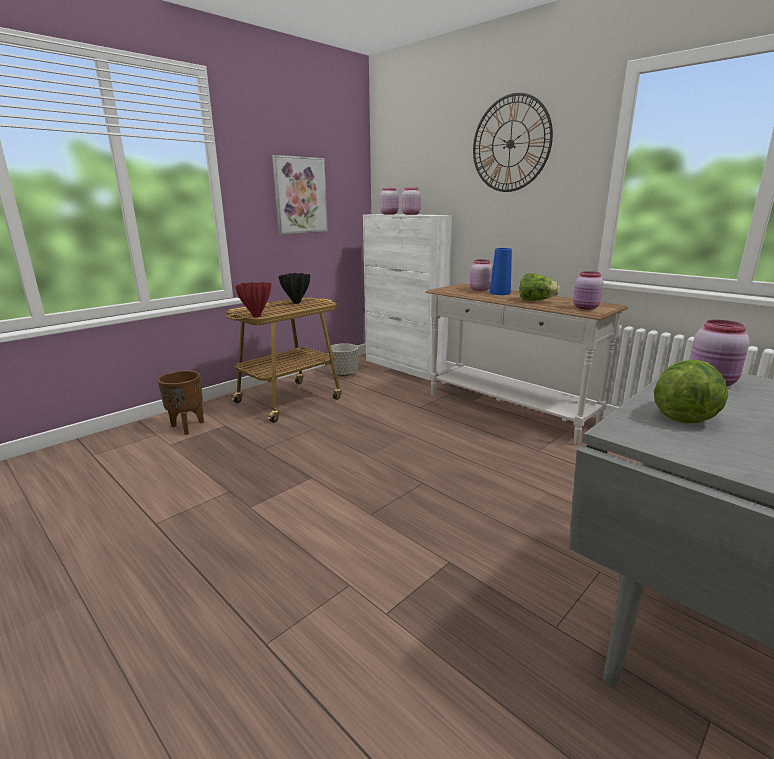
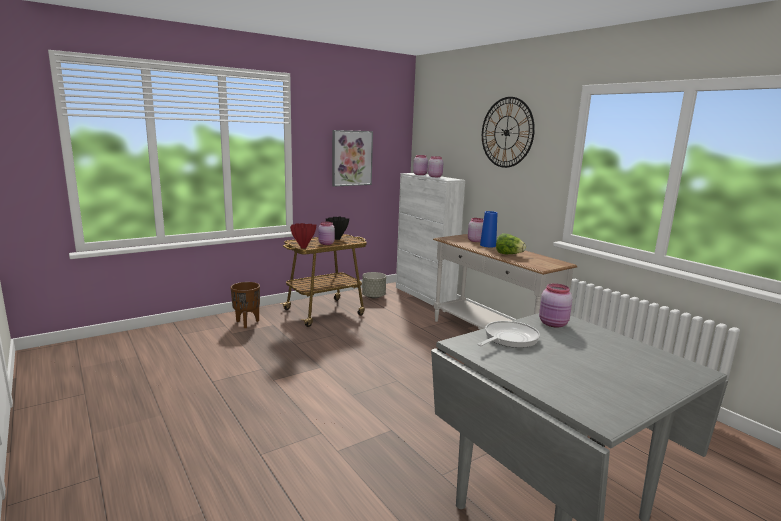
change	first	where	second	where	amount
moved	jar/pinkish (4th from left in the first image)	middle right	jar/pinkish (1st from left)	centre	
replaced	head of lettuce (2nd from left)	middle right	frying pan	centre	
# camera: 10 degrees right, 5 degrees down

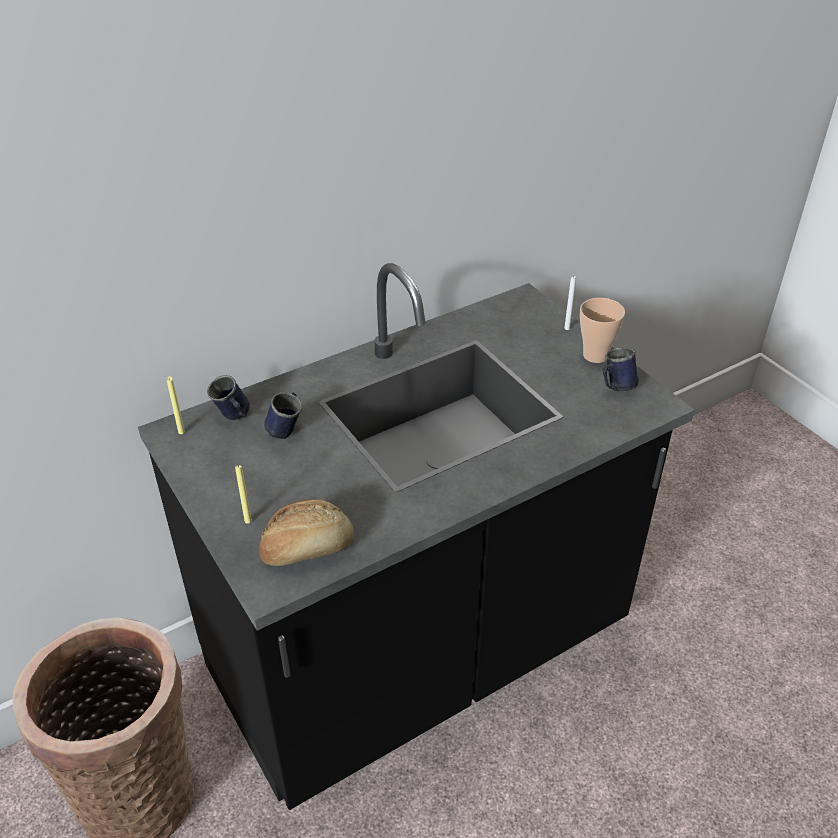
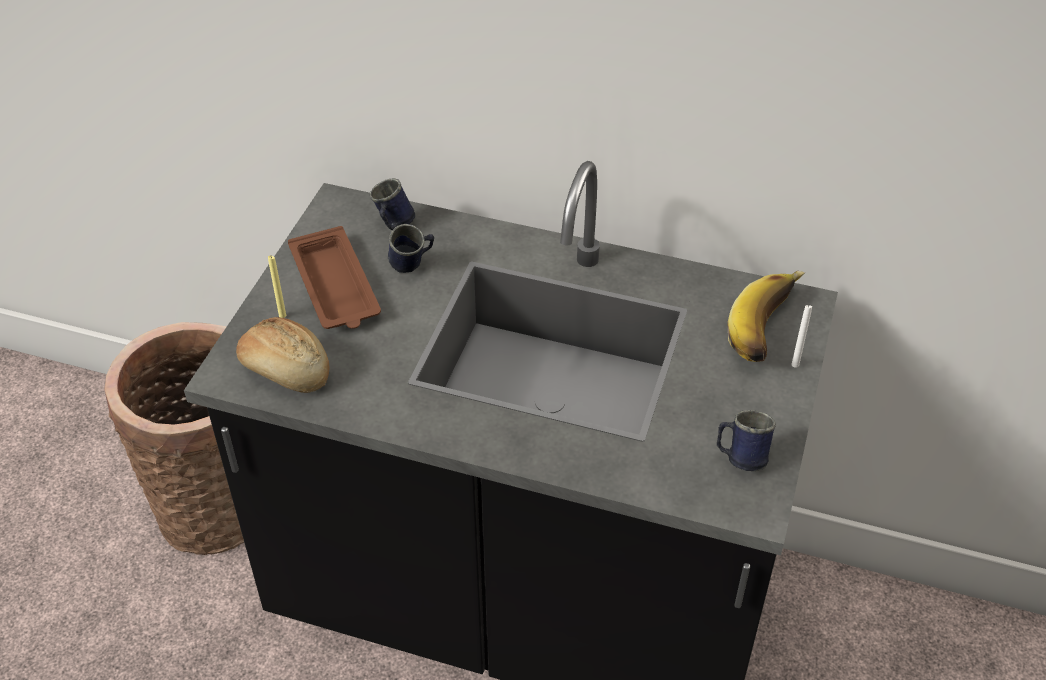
change	first	where	second	where	amount
removed	wax light/yellow-coloured (1st from left)	middle left			
removed	drinking cup	middle right			
added			serving tray/brown	middle left	
added			banana	middle right	
# camera: 50 degrees right, 5 degrees up

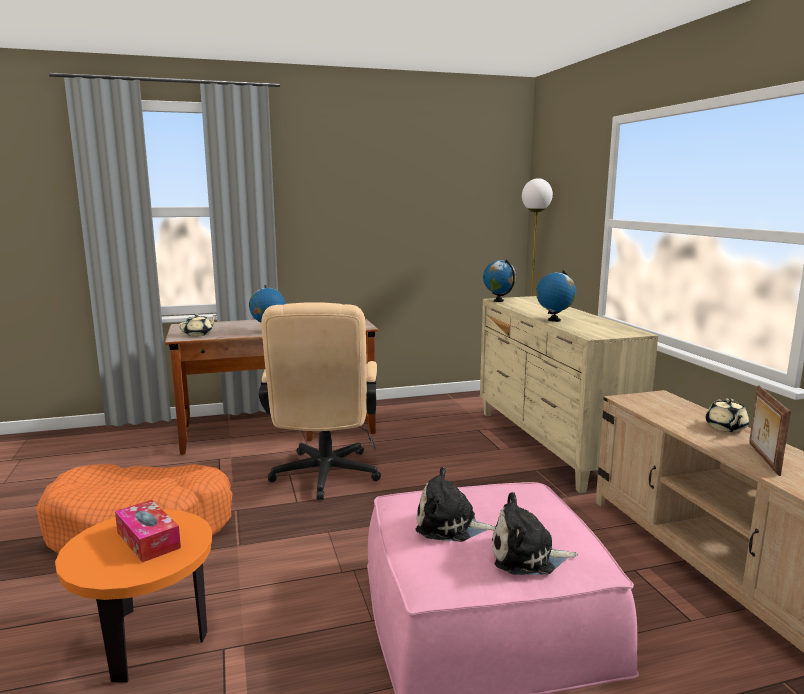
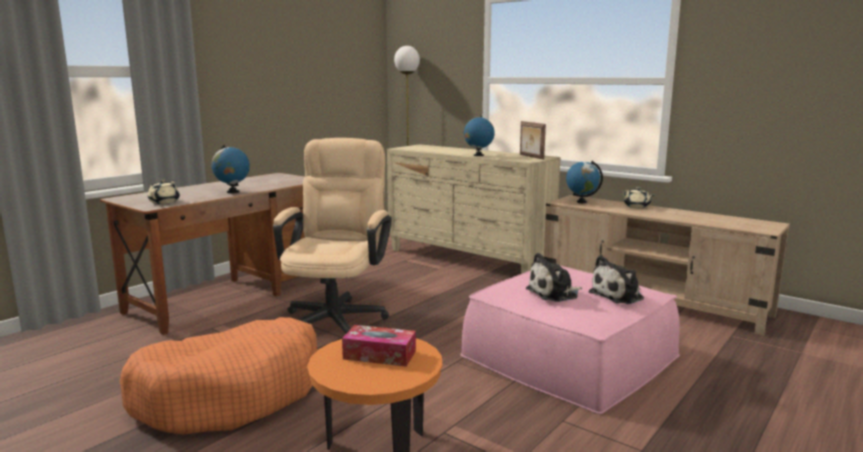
change	first	where	second	where	amount
moved	desk globe (2nd from left in the first image)	centre	desk globe (3rd from left)	middle right	
moved	standing frame	middle right		top centre	
turned	desk chair/beige-coloured	centre		centre	135 degrees counterclockwise
# camera: 35 degrees left, 0 degrees up

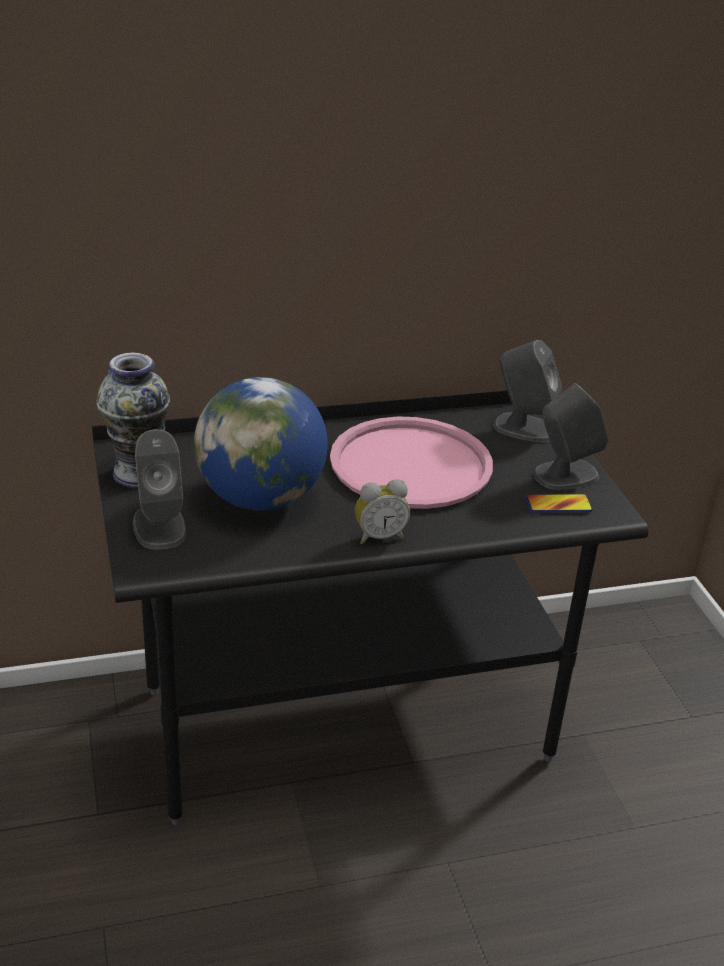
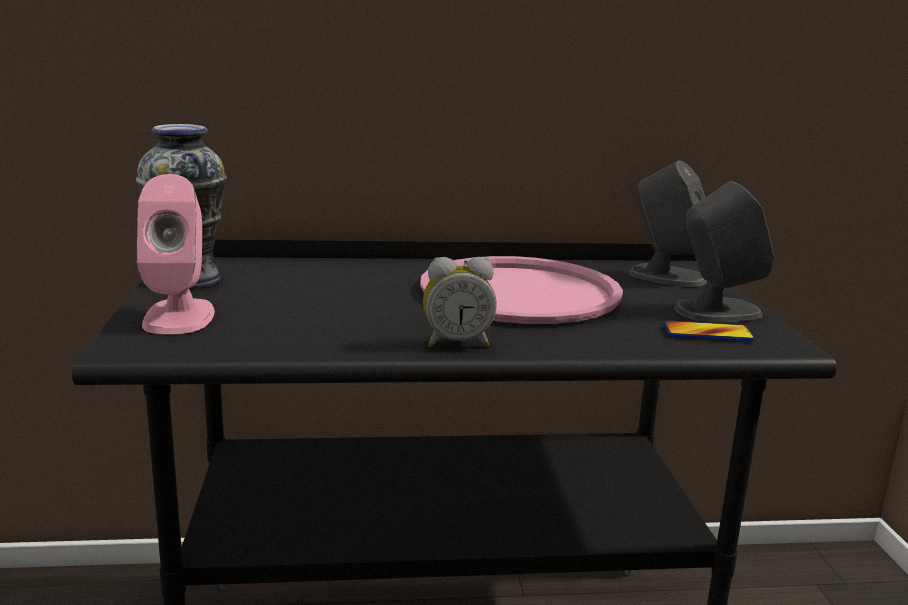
change	first	where	second	where	amount
removed	desk globe	centre			
recoloured	audio speaker/greyish (1st from left)	middle left	audio speaker/pinkish	middle left	
# camera: 10 degrees right, 15 degrees down

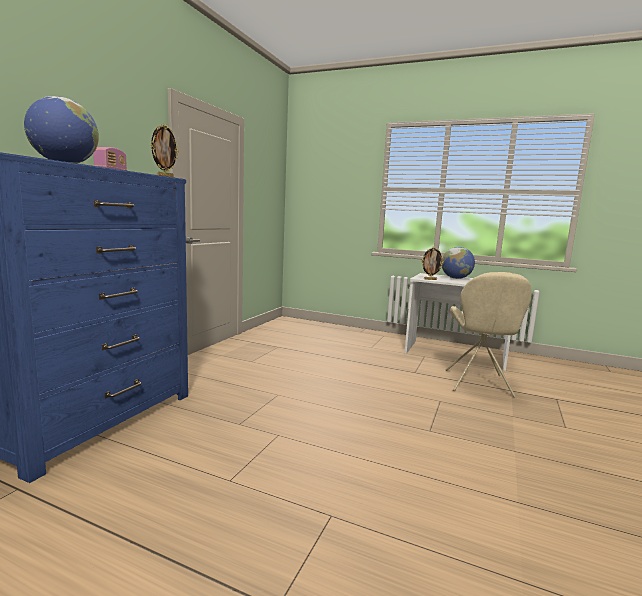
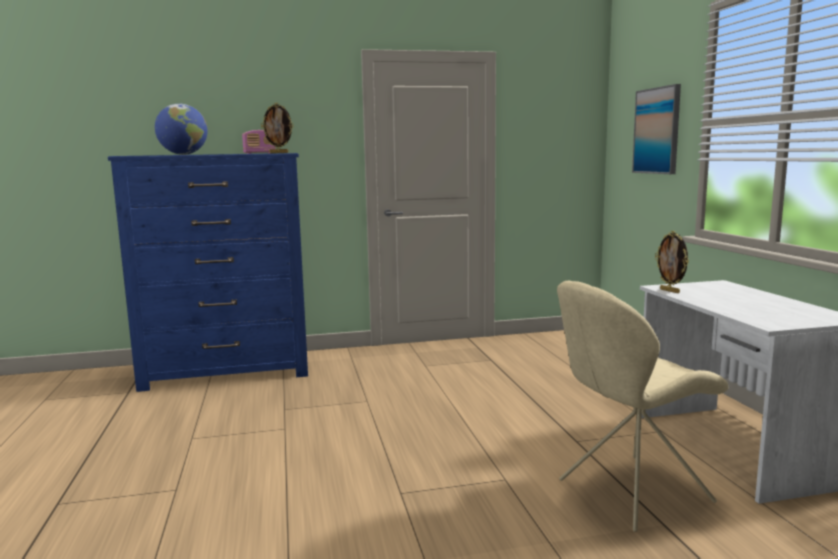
change	first	where	second	where	amount
removed	desk globe (2nd from left)	middle right			
added			wall art	top right	
# camera: 55 degrees right, 0 degrees up

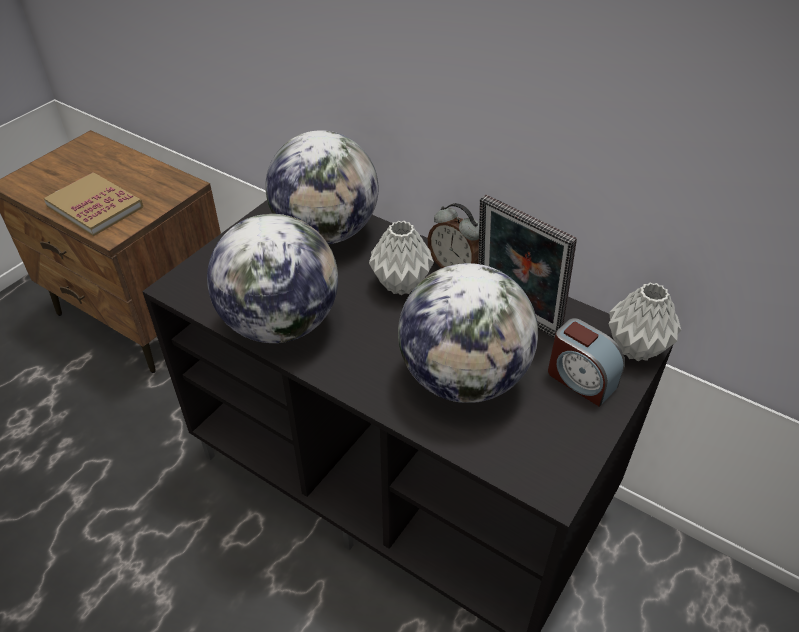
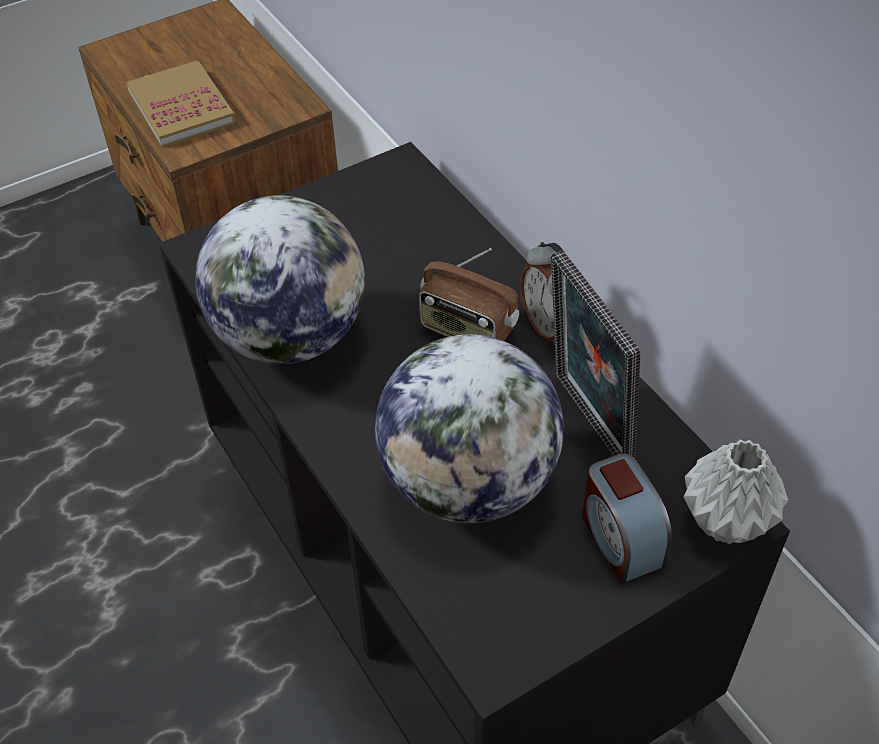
change	first	where	second	where	amount
removed	desk globe (2nd from left)	top centre			
replaced	flower vase/greyish (1st from left)	centre	radio set	centre	
# camera: 25 degrees right, 5 degrees up

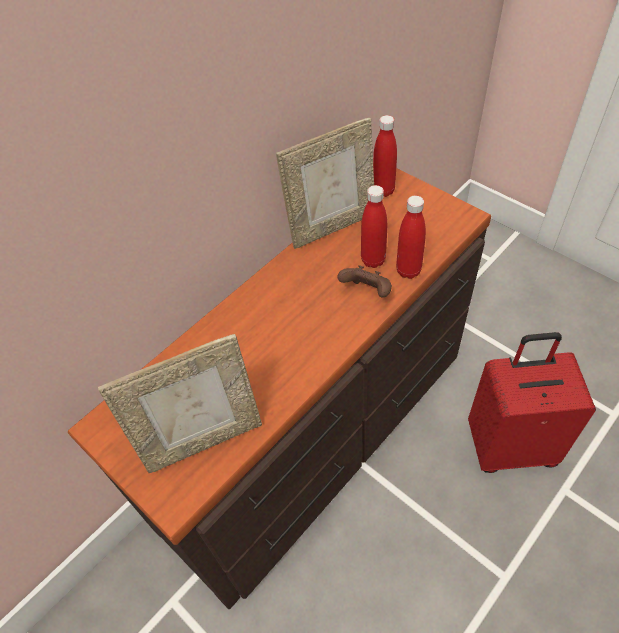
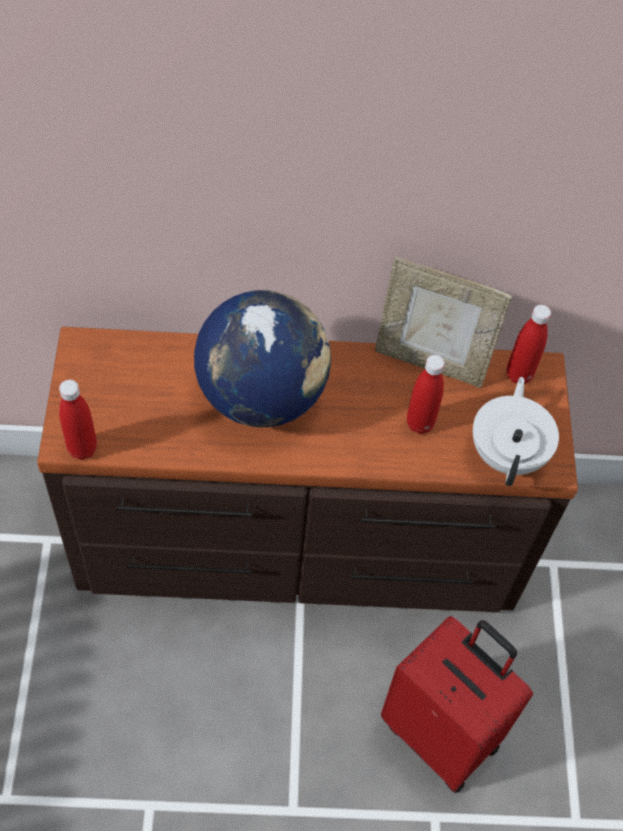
change	first	where	second	where	amount
removed	standing frame (1st from left)	middle left			
removed	game controller/brown	centre			
added			desk globe	centre	
added			tea pot/white-coloured	middle right	
moved	beverage bottle/red (3rd from left in the first image)	centre	beverage bottle/red (1st from left)	middle left	
# camera: 40 degrees right, 5 degrees up

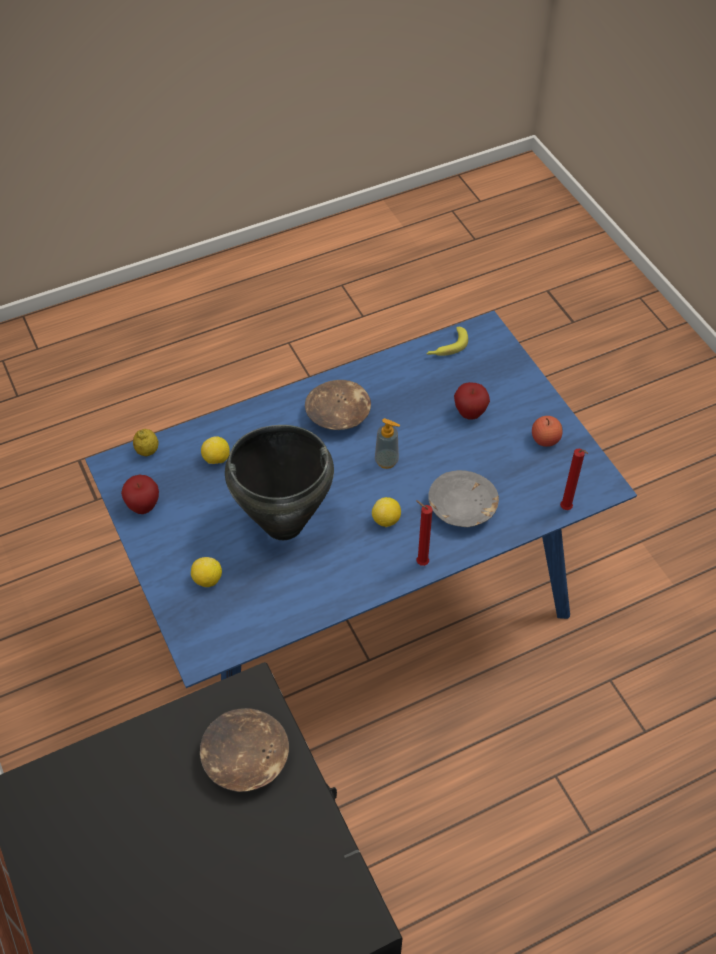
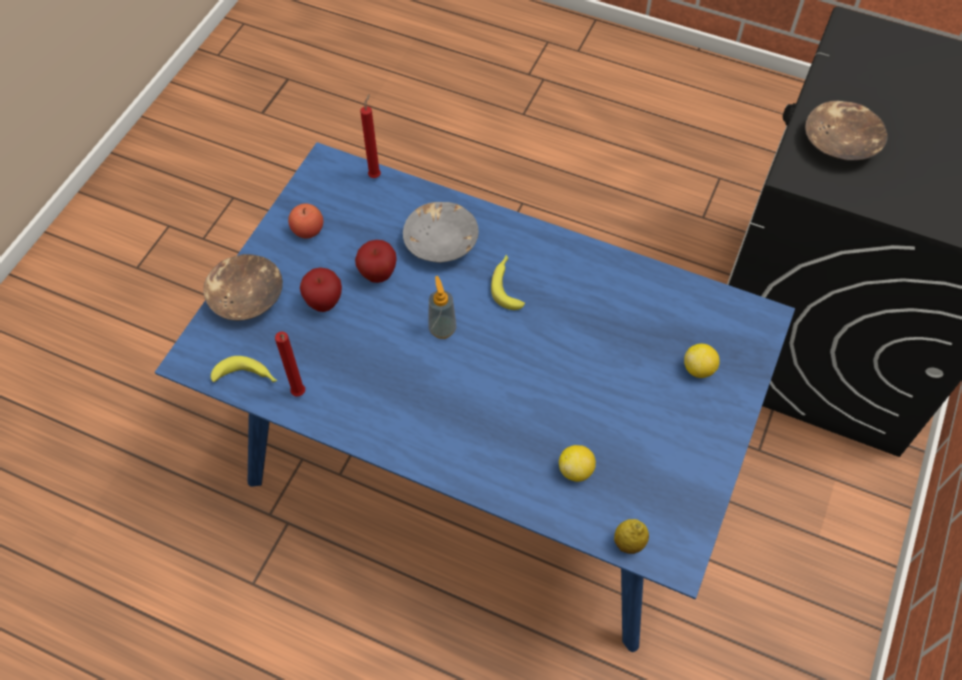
change	first	where	second	where	amount
removed	cooking pot/black	centre			
moved	apple (1st from left in the first image)	middle left	apple (3rd from left)	centre	
moved	deep dish/brown (2nd from left in the first image)	centre	deep dish/brown (1st from left)	middle left	
moved	wax light/red (1st from left)	centre		middle left	
replaced	whole lemon (4th from left)	centre	banana (2nd from left)	centre	
# camera: 130 degrees left, 5 degrees up

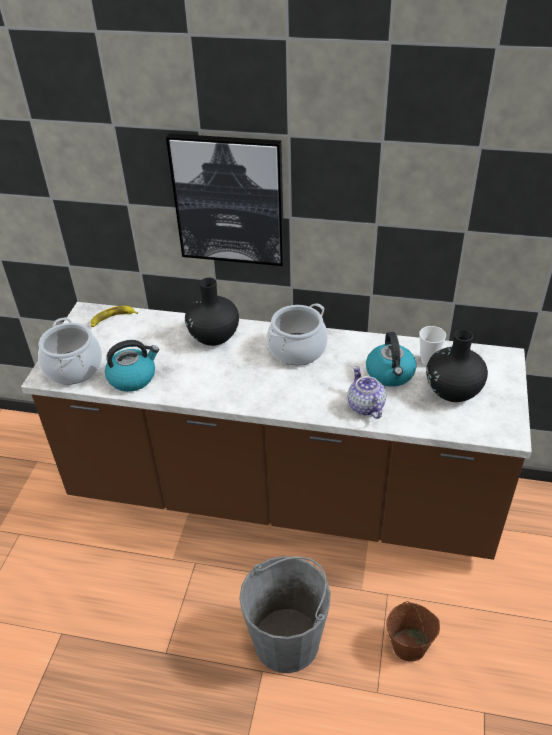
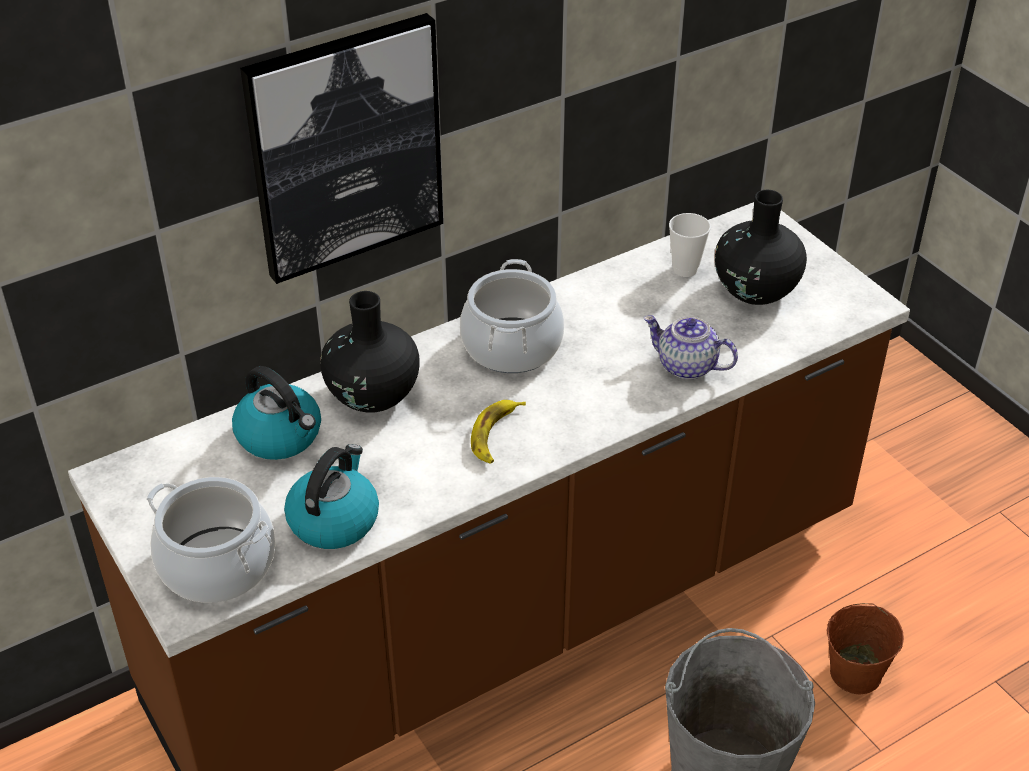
change	first	where	second	where	amount
moved	banana	middle left		centre	
moved	water kettle (2nd from left in the first image)	middle right	water kettle (1st from left)	middle left	
# camera: 45 degrees left, 0 degrees up

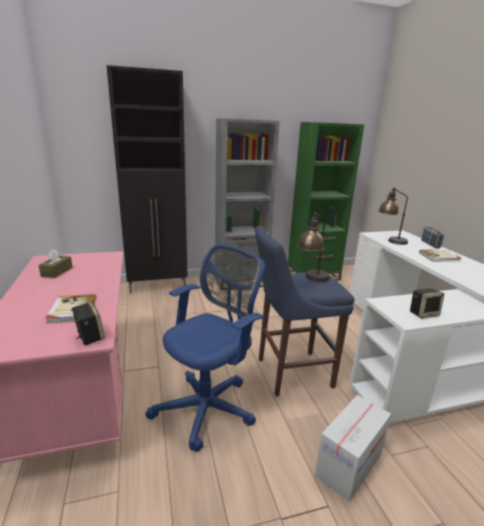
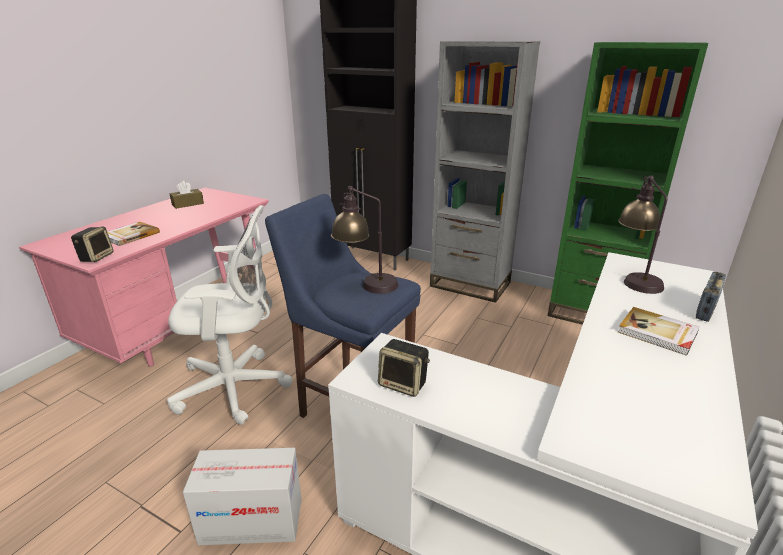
change	first	where	second	where	amount
recoloured	desk chair/blue	centre	desk chair/white-coloured	middle left	
# camera: 45 degrees right, 5 degrees up

